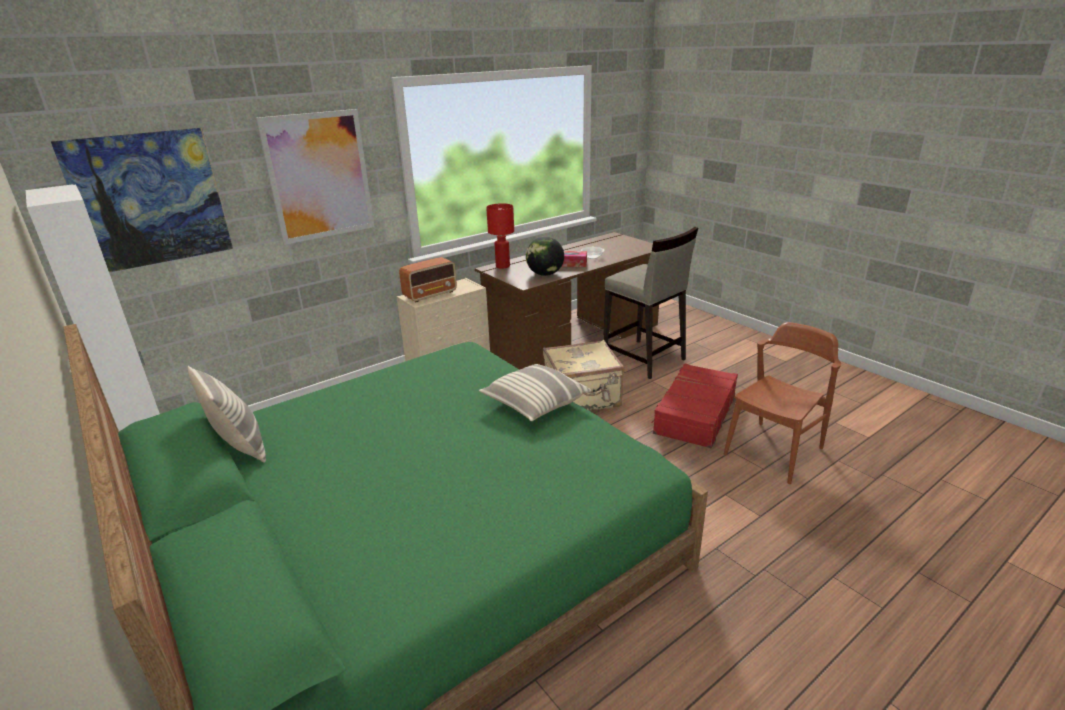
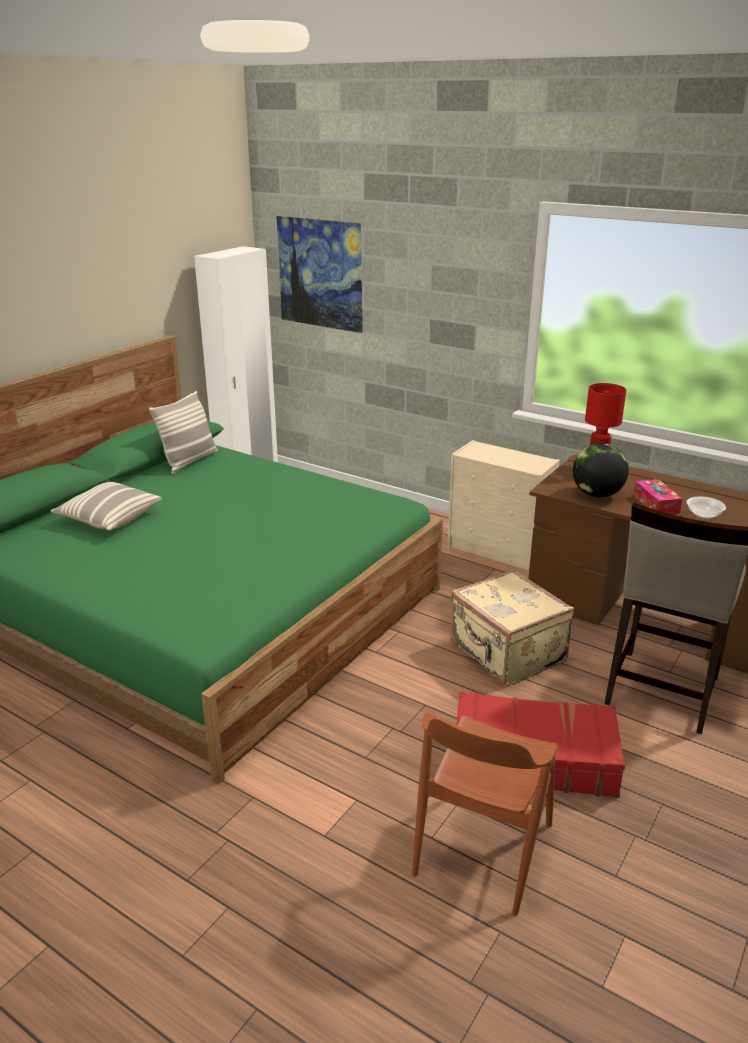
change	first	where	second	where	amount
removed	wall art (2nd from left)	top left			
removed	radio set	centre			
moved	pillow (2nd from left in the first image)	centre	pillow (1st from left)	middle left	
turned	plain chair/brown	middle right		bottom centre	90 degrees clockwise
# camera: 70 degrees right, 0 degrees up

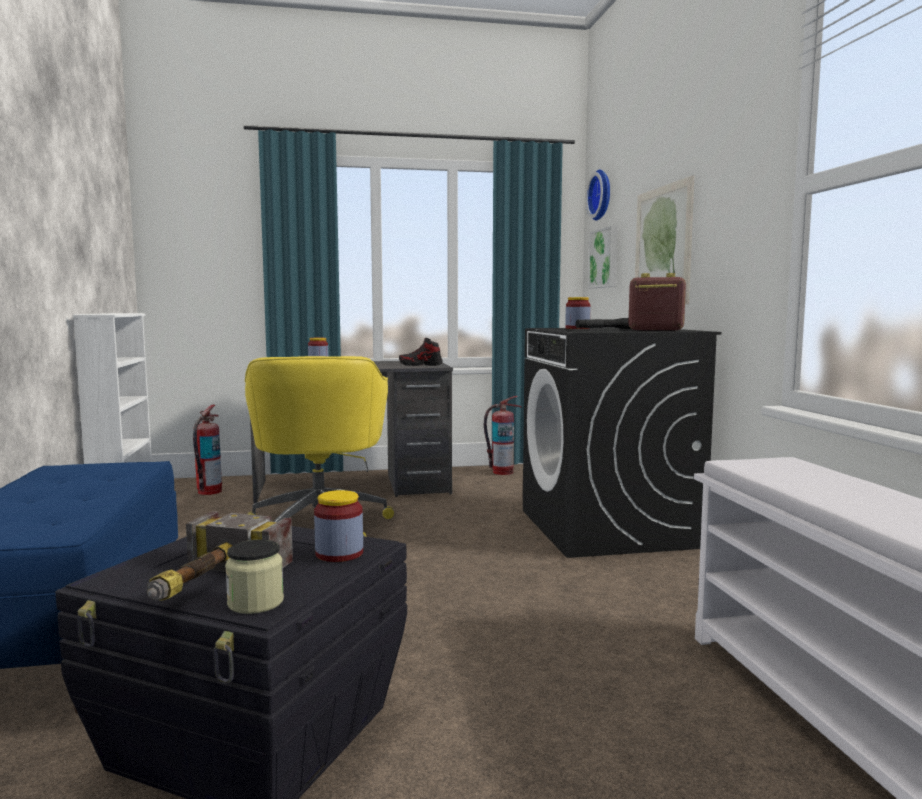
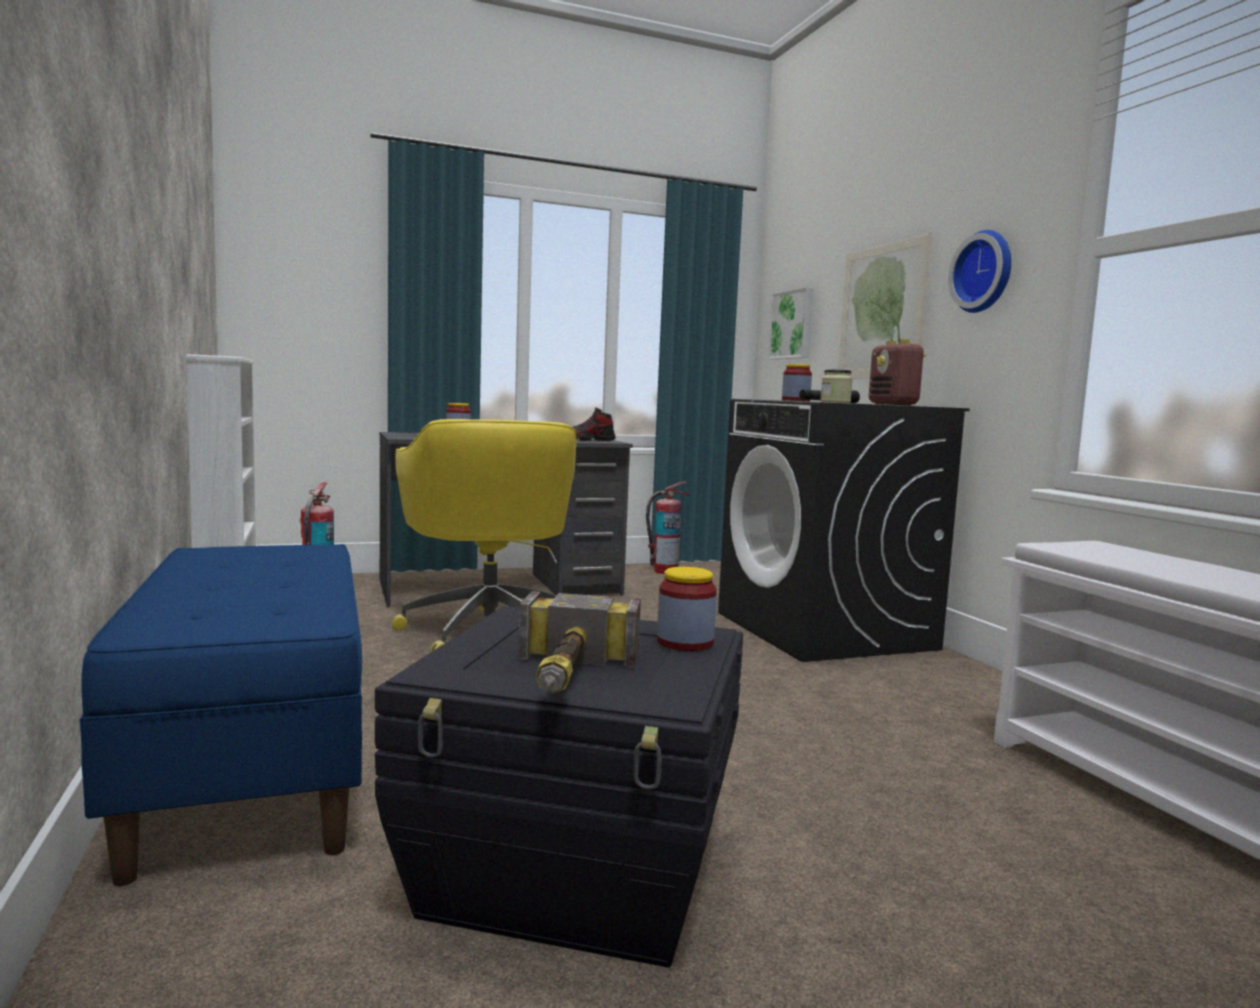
change	first	where	second	where	amount
moved	jar (1st from left in the first image)	bottom left	jar (4th from left)	centre	
moved	wall clock	top centre		top right	
turned	radio set	middle right		middle right	105 degrees counterclockwise
# camera: 10 degrees left, 0 degrees up

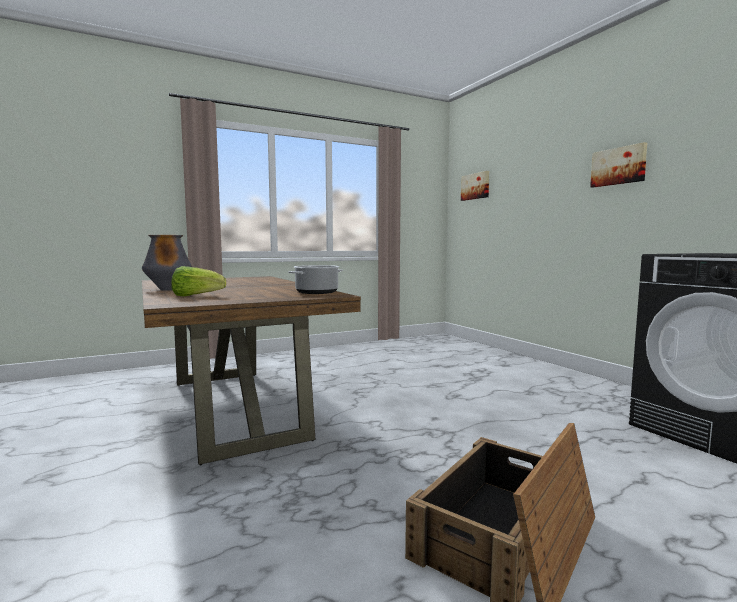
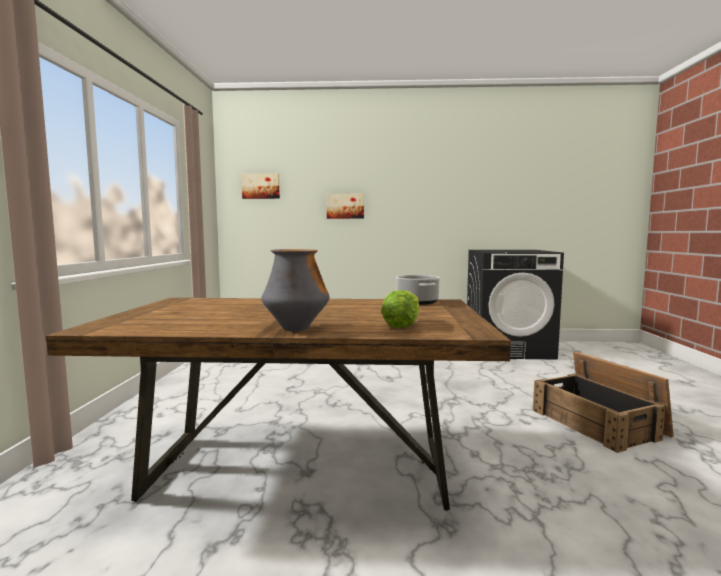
change	first	where	second	where	amount
moved	wall art (2nd from left)	top right		centre	
# camera: 60 degrees left, 0 degrees up

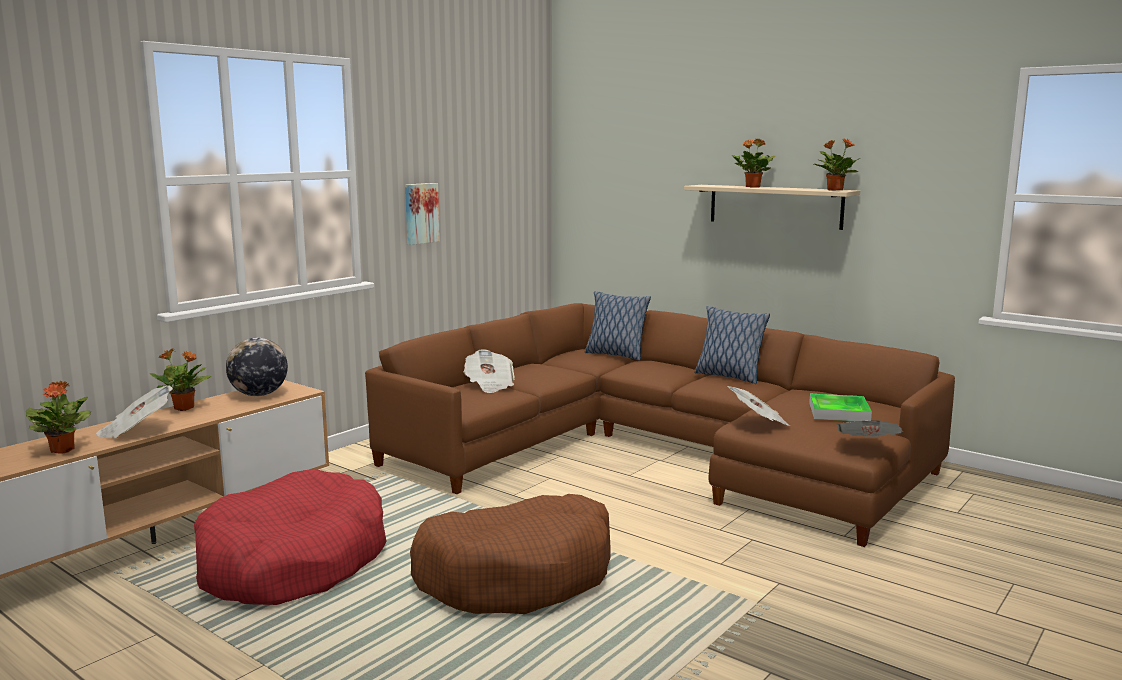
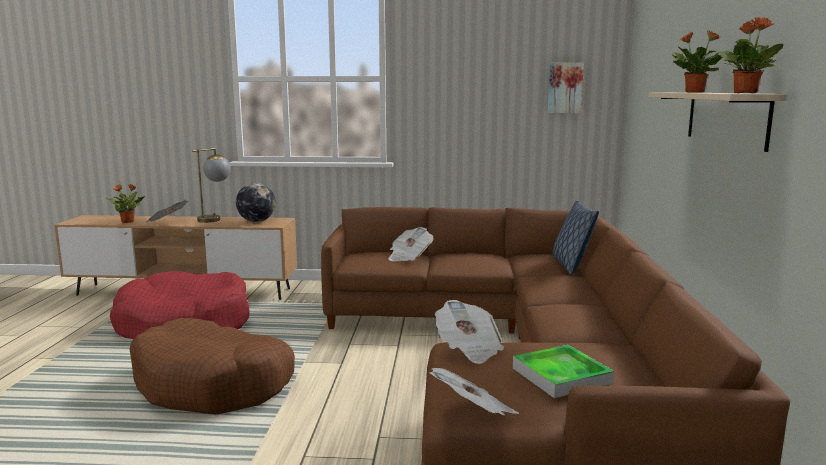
change	first	where	second	where	amount
removed	pillow (2nd from left)	centre			
moved	wall art	top centre		top right	
replaced	houseplant (2nd from left)	middle left	table lamp	middle left	
# camera: 55 degrees right, 0 degrees up

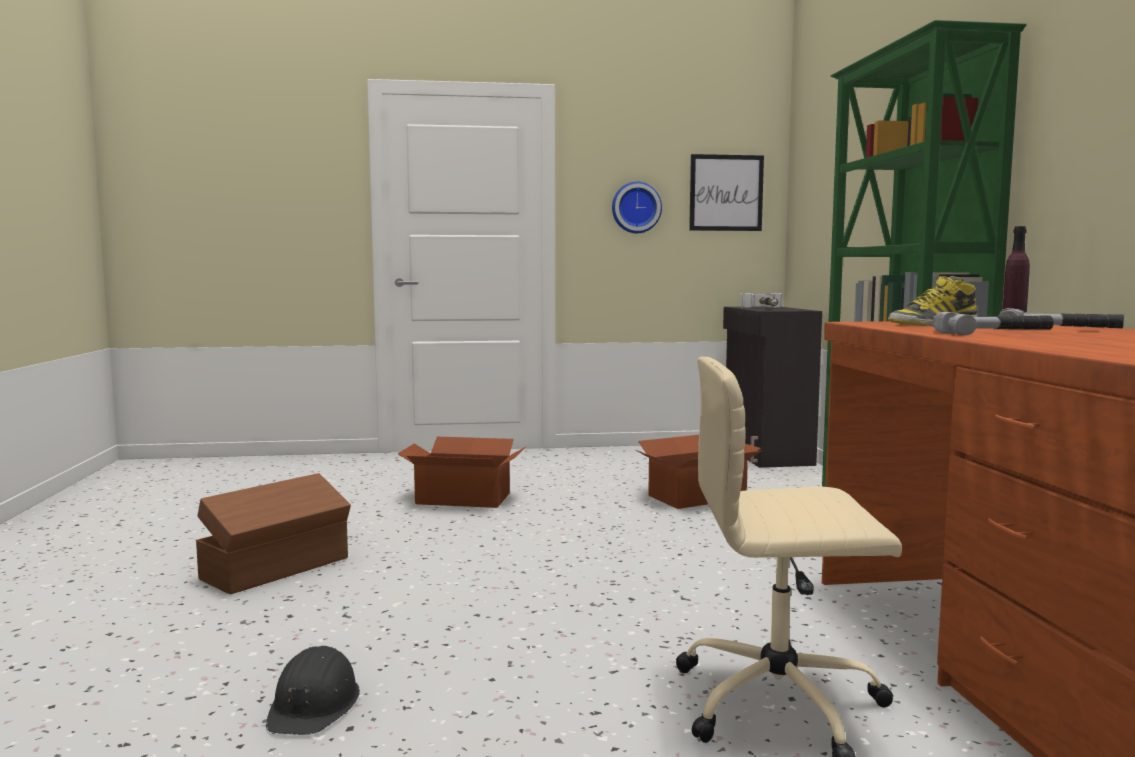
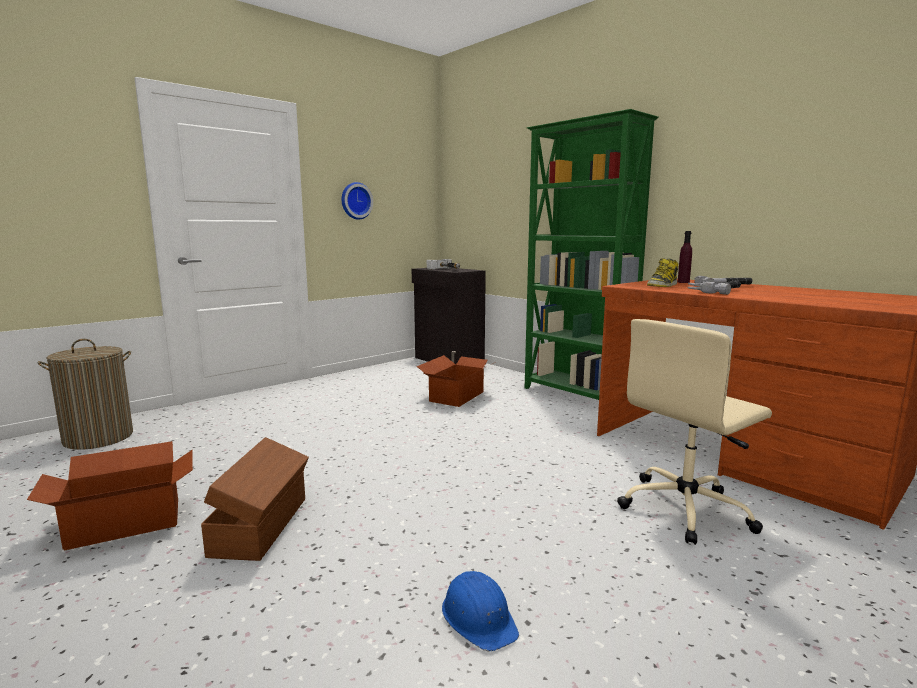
change	first	where	second	where	amount
removed	wall art	top centre			
added			hamper	middle left	
moved	cardboard box (1st from left)	centre		bottom left	
recoloured	work helmet/black	bottom left	work helmet/blue	bottom centre	
# camera: 35 degrees left, 5 degrees up

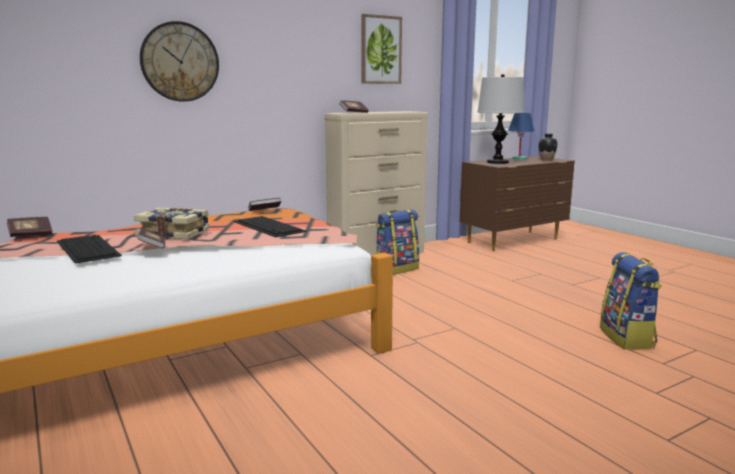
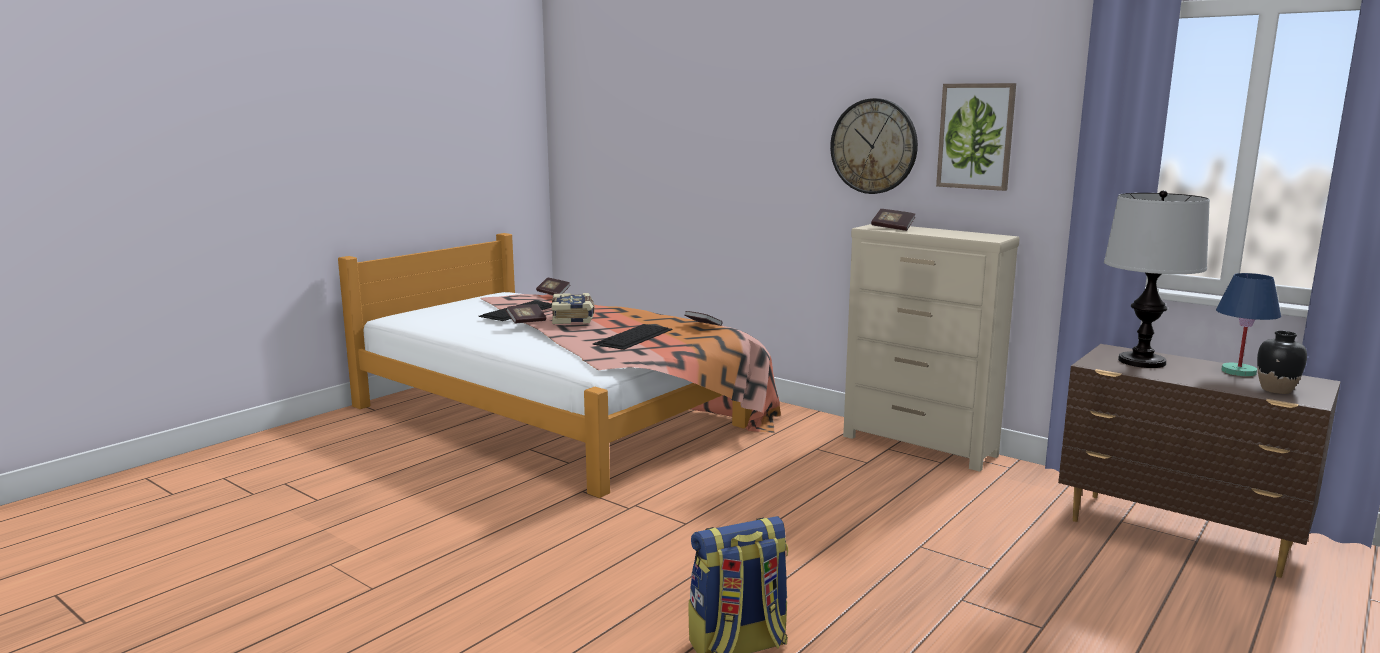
change	first	where	second	where	amount
removed	knapsack (1st from left)	centre			
moved	wall clock	top left		top centre	
# camera: 70 degrees right, 0 degrees up

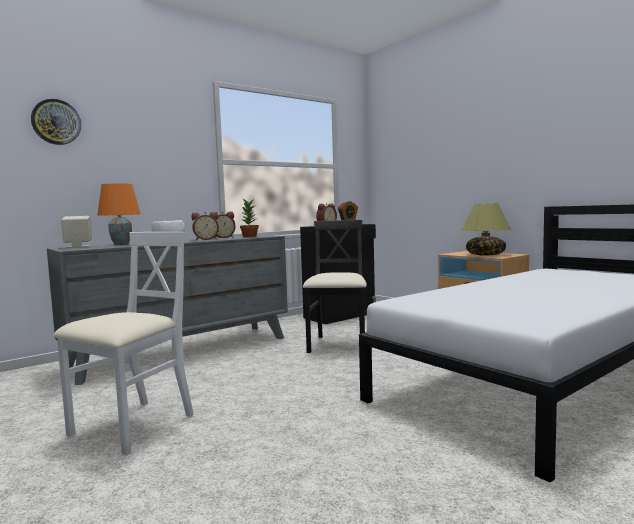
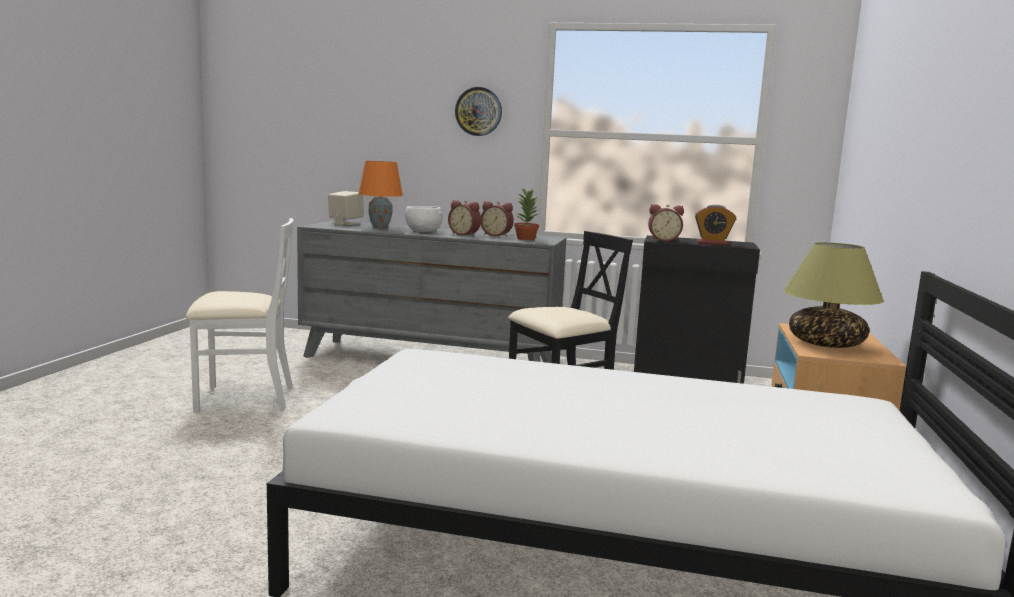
change	first	where	second	where	amount
moved	wall clock	top left		top centre	
# camera: 50 degrees right, 5 degrees up

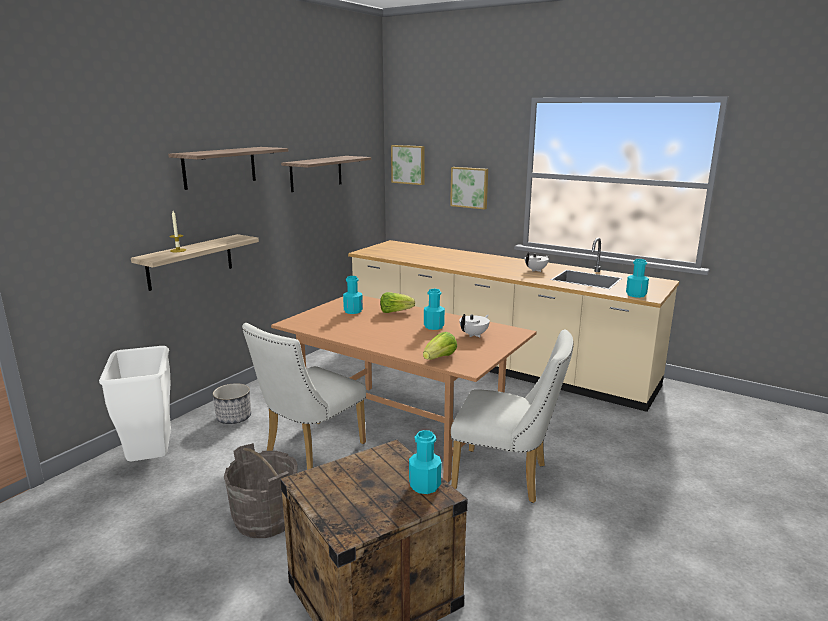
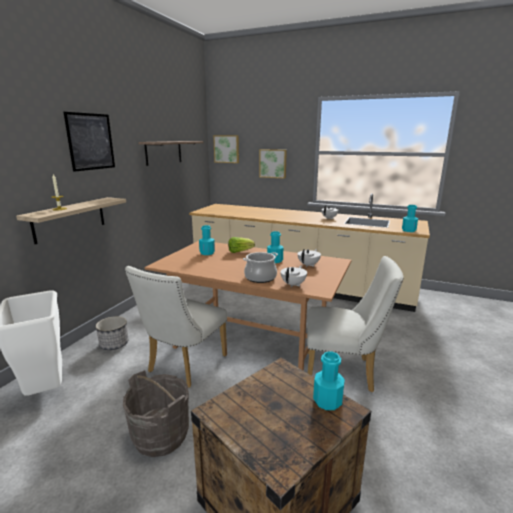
change	first	where	second	where	amount
added			cooking pot	centre	
replaced	bracket shelf (2nd from left)	top left	wall art (1st from left)	top left	
replaced	head of lettuce (2nd from left)	centre	tea pot/white-coloured (1st from left)	centre	
# camera: 10 degrees left, 0 degrees up

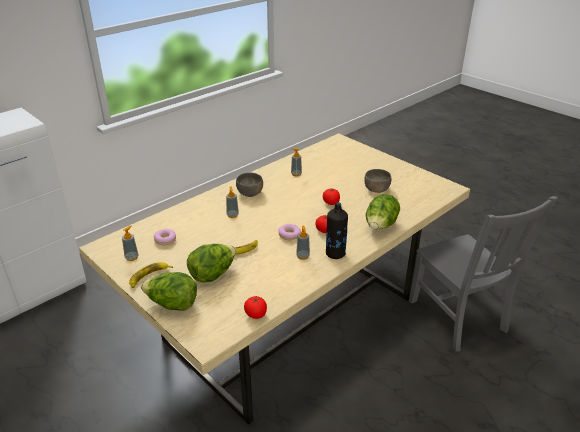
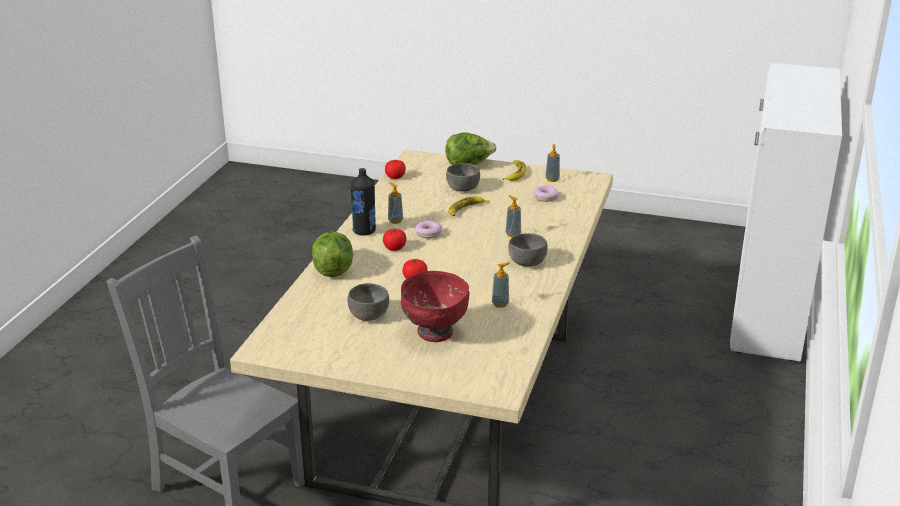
change	first	where	second	where	amount
added			deep dish/red	centre	
replaced	head of lettuce (2nd from left)	centre	deep dish/greyish (2nd from left)	centre	
# camera: 150 degrees right, 5 degrees down

